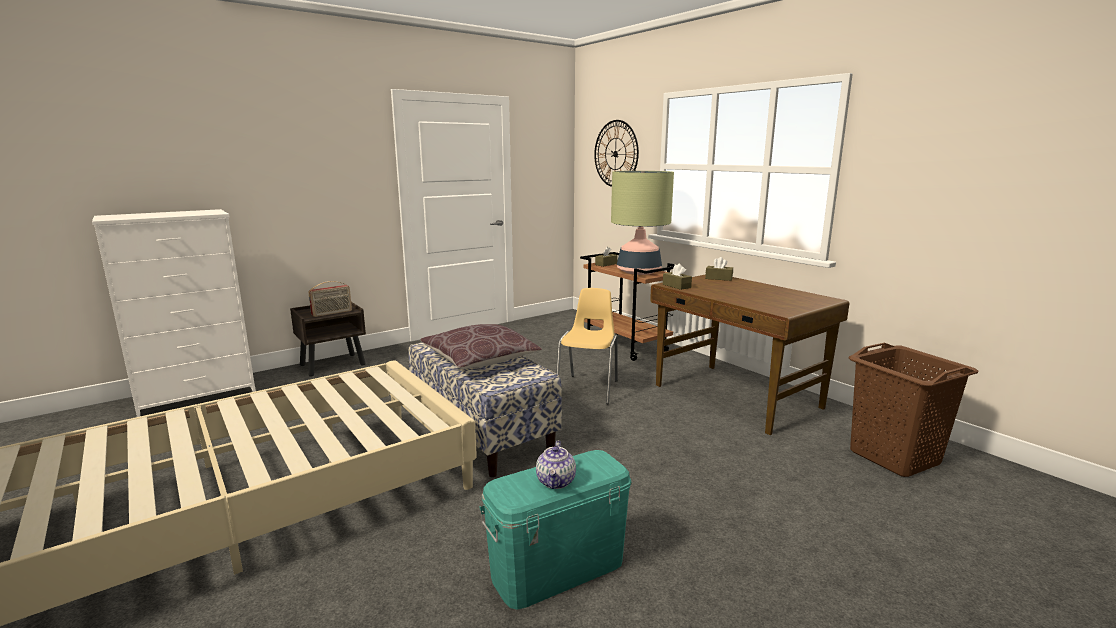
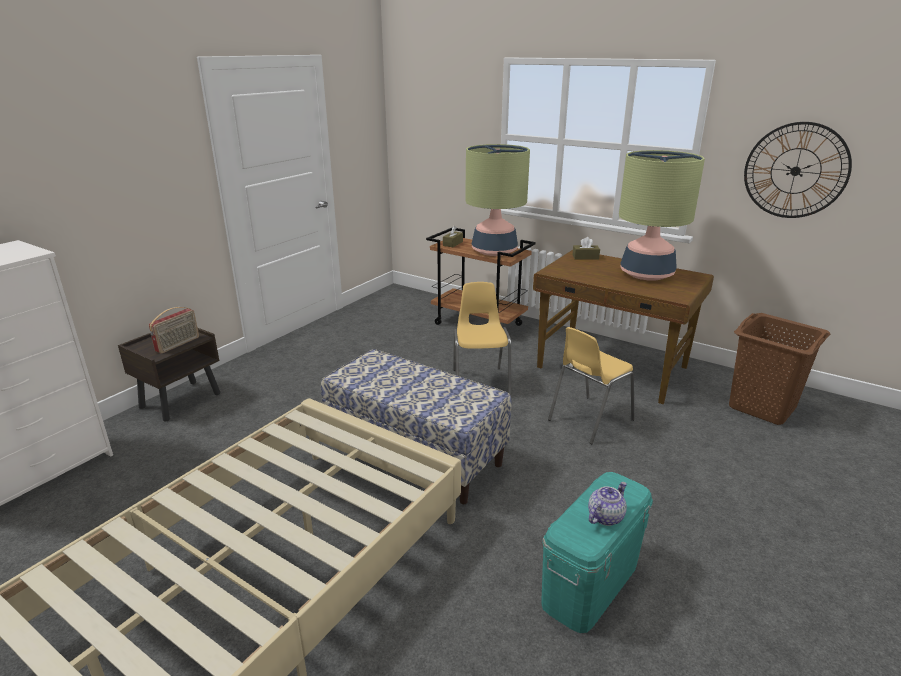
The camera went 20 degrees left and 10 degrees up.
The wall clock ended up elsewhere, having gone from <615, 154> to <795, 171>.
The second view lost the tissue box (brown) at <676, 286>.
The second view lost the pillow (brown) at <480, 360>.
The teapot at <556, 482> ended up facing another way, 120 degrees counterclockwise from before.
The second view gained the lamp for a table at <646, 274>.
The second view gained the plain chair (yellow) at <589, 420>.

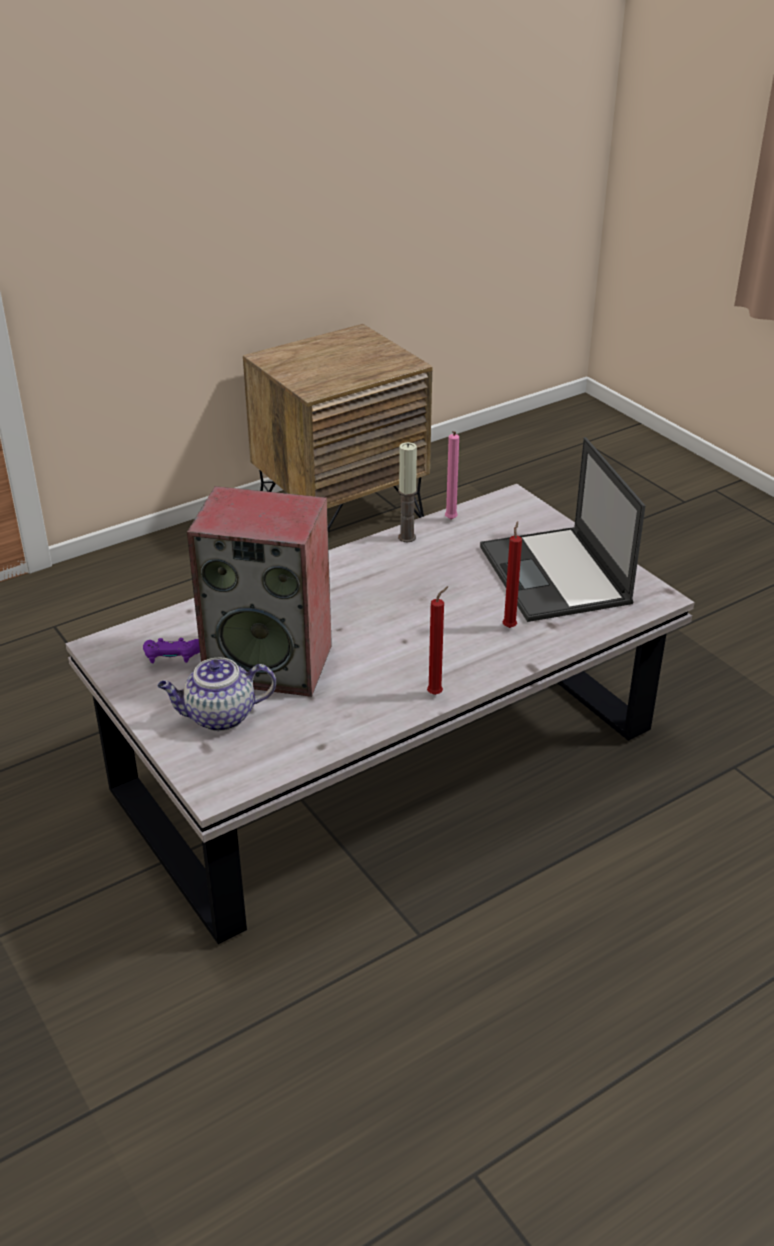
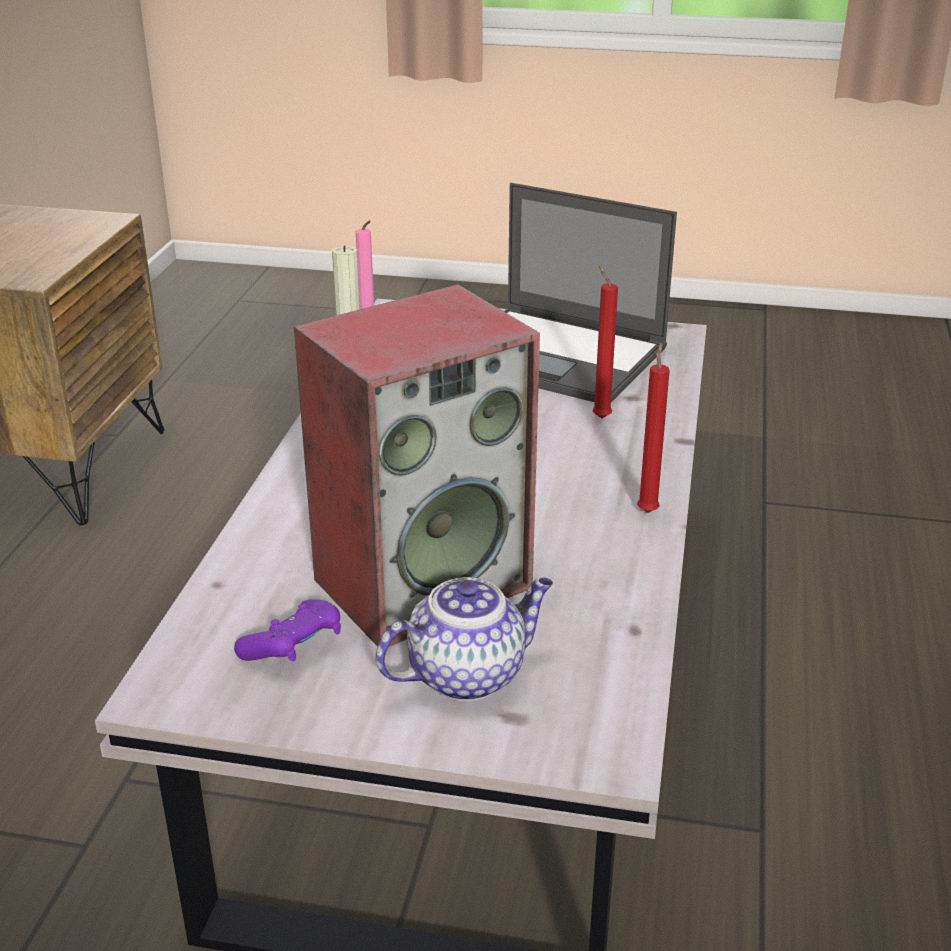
The camera went 45 degrees left and 5 degrees down.
The teapot at <219, 717> ended up facing another way, 150 degrees counterclockwise from before.

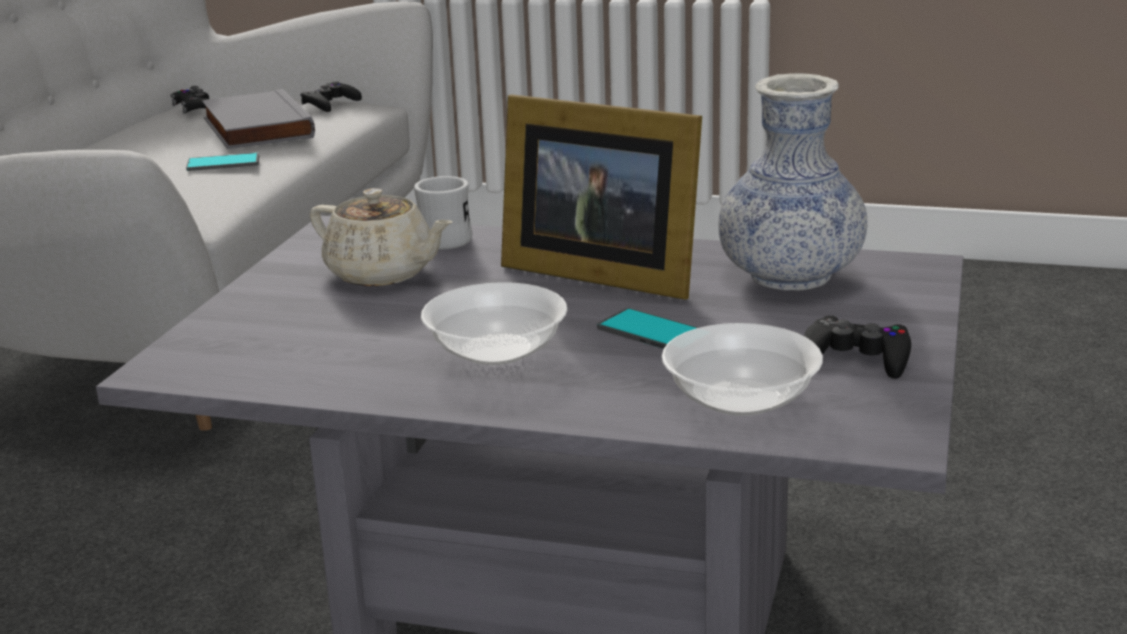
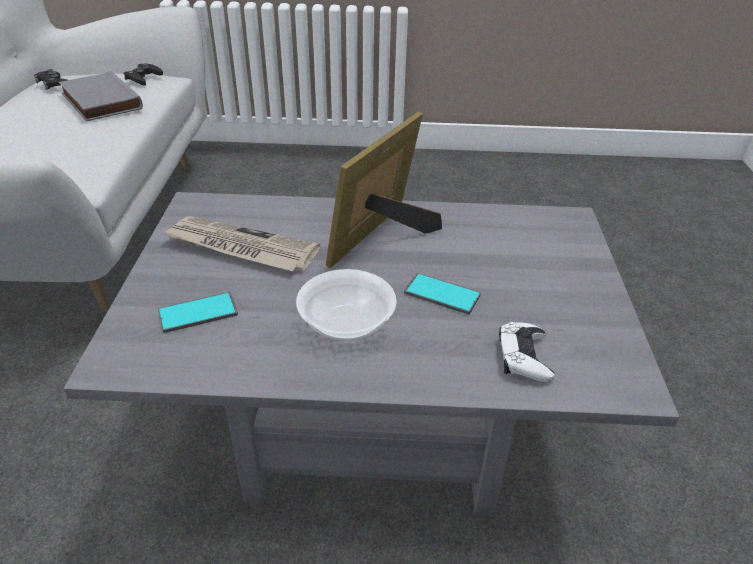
The camera went 15 degrees left and 15 degrees up.
The second view lost the decorative vase at <790, 276>.
The standing frame at <598, 272> ended up facing another way, 105 degrees clockwise from before.
The phone ended up elsewhere, having gone from <223, 163> to <198, 313>.
The second view lost the tea mug (white-coloured) at <444, 238>.
Where the teapot (beige) stood at <382, 273>, the printed paper came to stand at <240, 248>.
The second view lost the game controller (black) at <856, 358>.
Where the serving bowl stood at <740, 400>, the game controller (white-coloured) came to stand at <524, 357>.

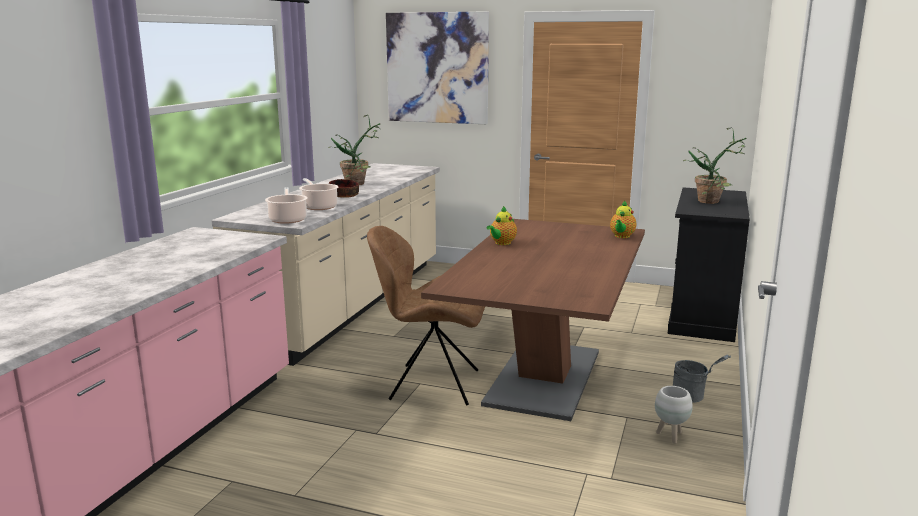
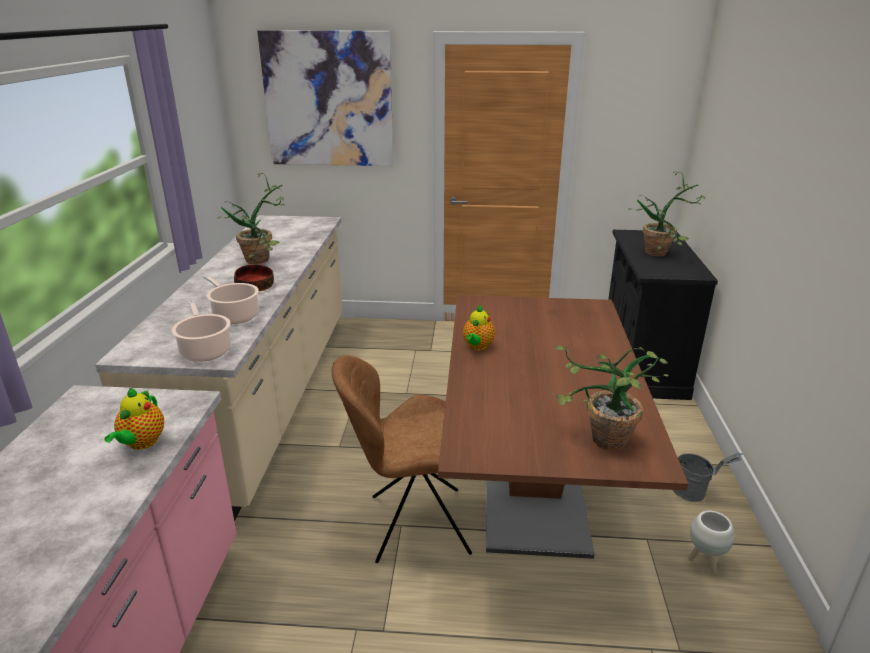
The camera went 15 degrees left and 10 degrees up.
The teapot ended up elsewhere, having gone from <621, 236> to <141, 443>.
The second view gained the plant in a pot at <600, 442>.

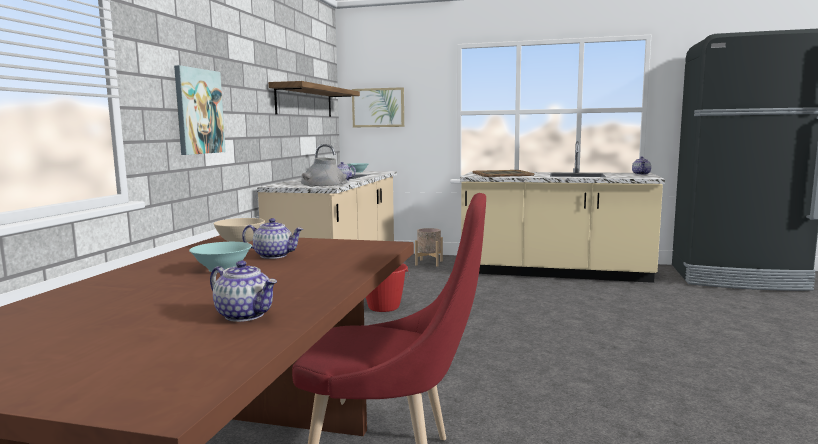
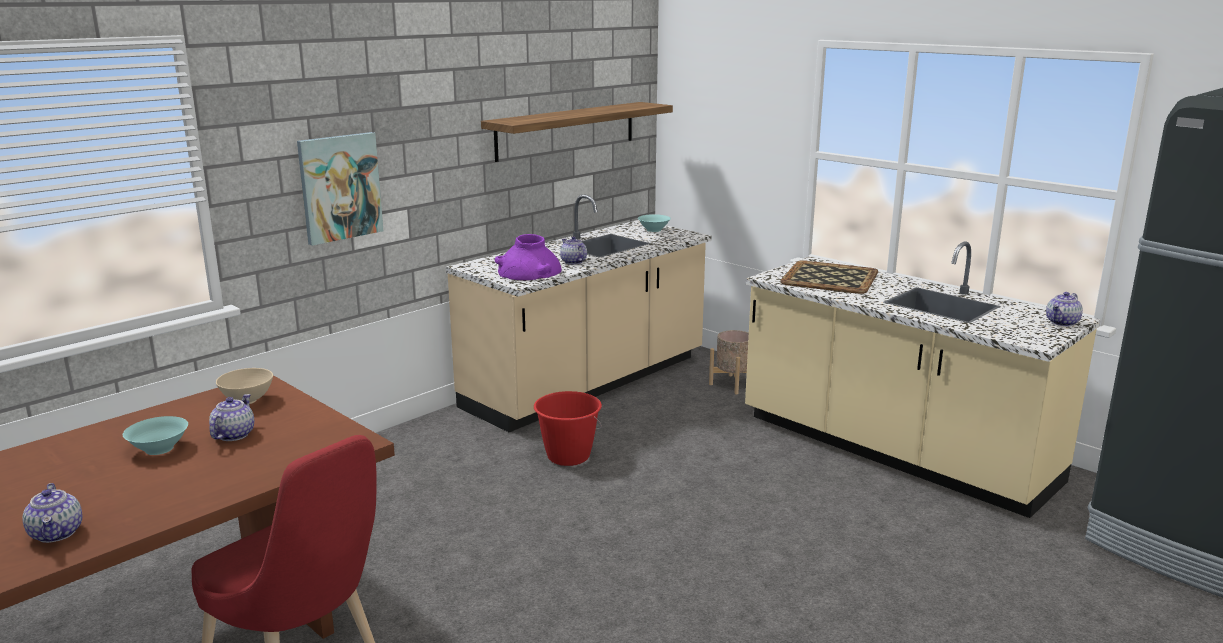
The camera went 30 degrees right and 10 degrees up.
The second view lost the wall art at <378, 107>.
What was the decorative vase (greyish) at <324, 184> turned into the decorative vase (purple) at <529, 272>.
The teapot at <274, 255> ended up facing another way, 120 degrees counterclockwise from before.

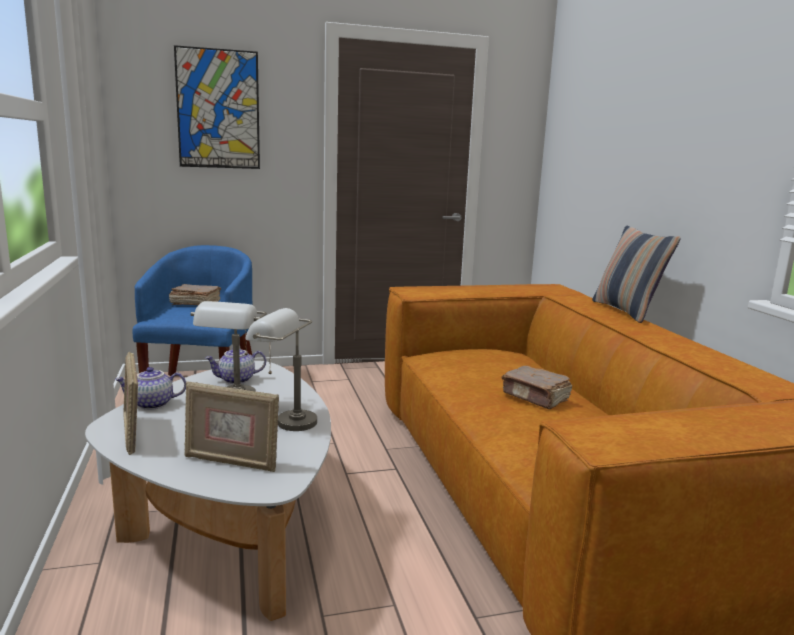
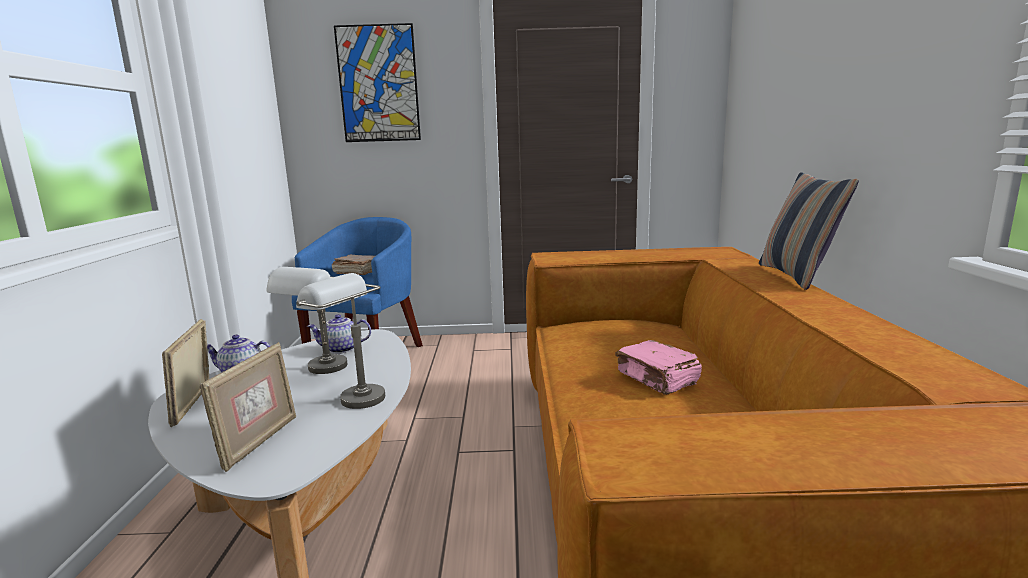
The camera went 15 degrees right and 0 degrees up.
What was the volume (brown) at <536, 397> turned into the volume (pinkish) at <657, 379>.
The standing frame at <231, 462> ended up facing another way, 105 degrees counterclockwise from before.

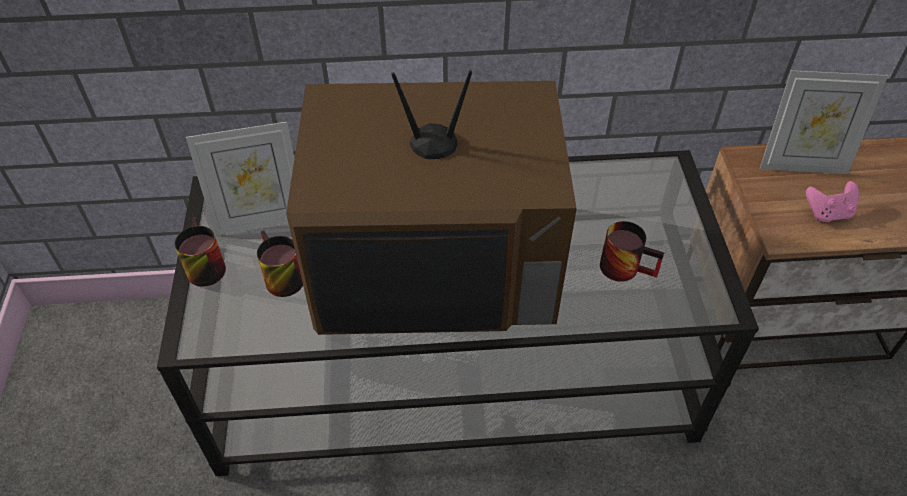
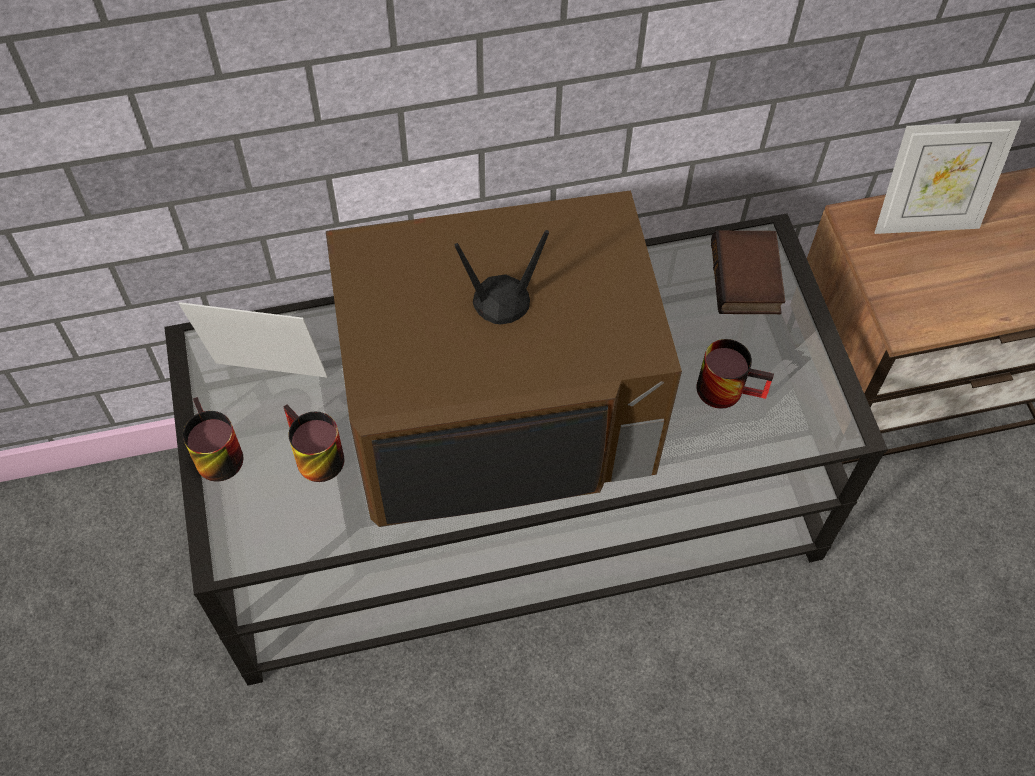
The camera went 10 degrees left and 10 degrees up.
The standing frame at <260, 220> ended up facing another way, 150 degrees counterclockwise from before.
The second view lost the game controller (pinkish) at <827, 213>.
The second view gained the volume at <748, 279>.

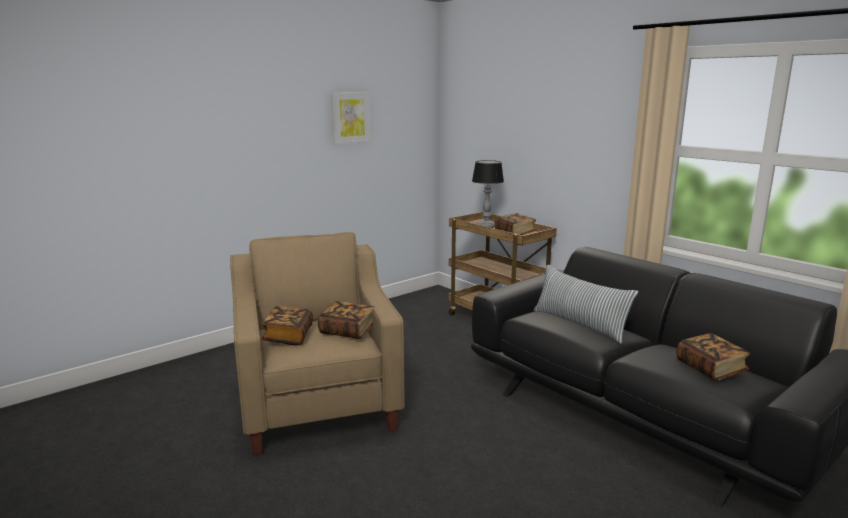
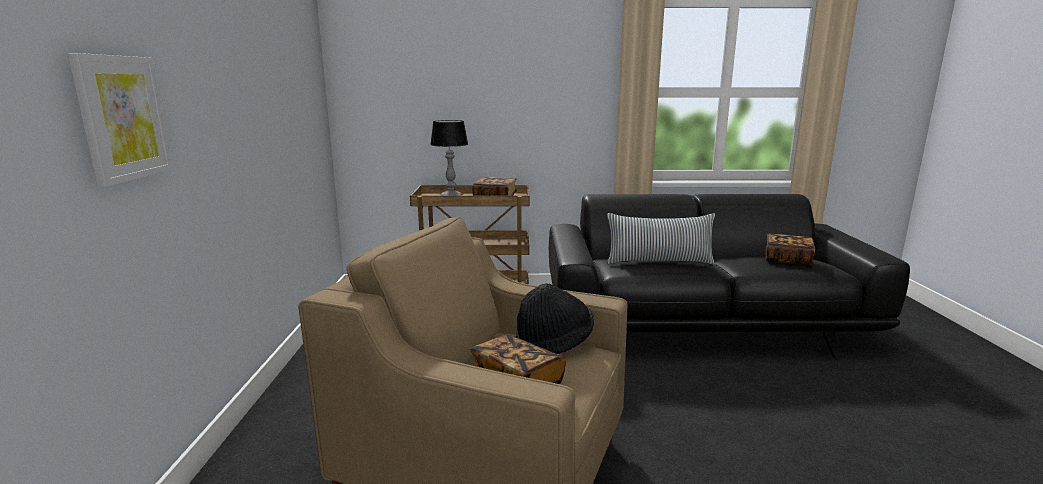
The camera went 50 degrees left and 0 degrees up.
The wall art ended up elsewhere, having gone from <350, 117> to <122, 118>.
Where the volume stood at <348, 331>, the wearable hat (black) came to stand at <553, 344>.

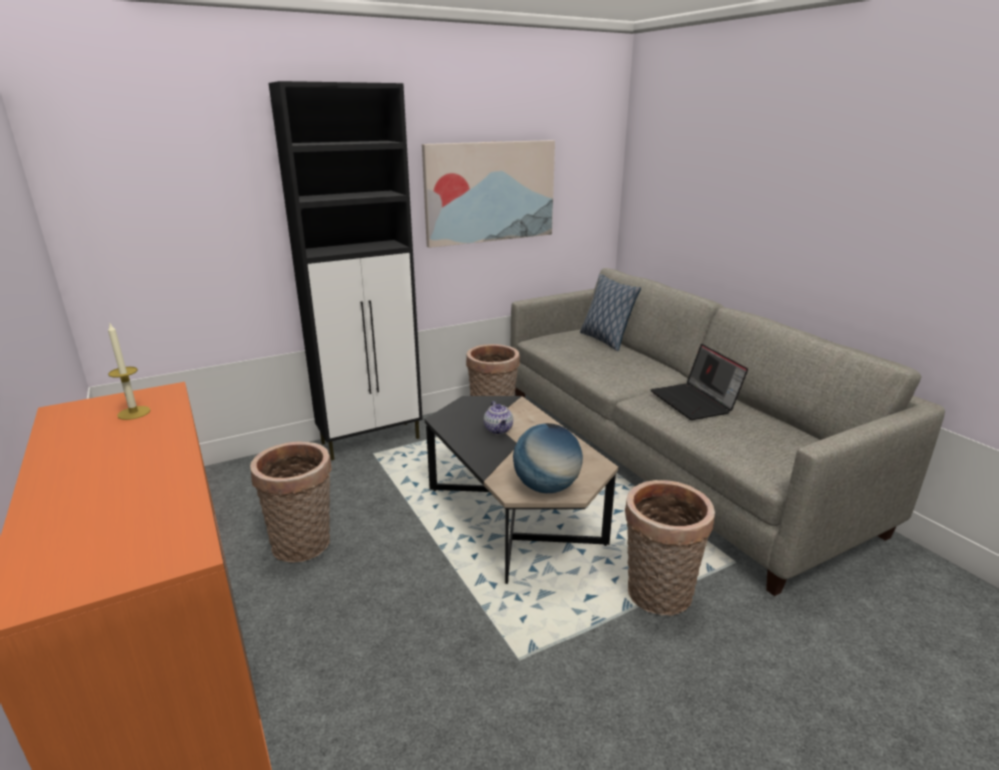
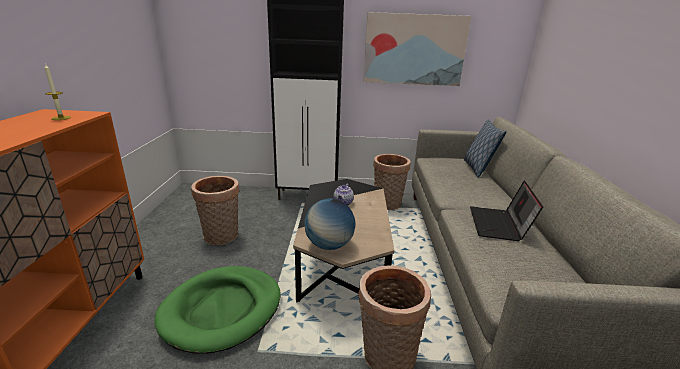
The camera went 30 degrees right and 0 degrees up.
The second view gained the dog cushion (greenish) at <222, 310>.

